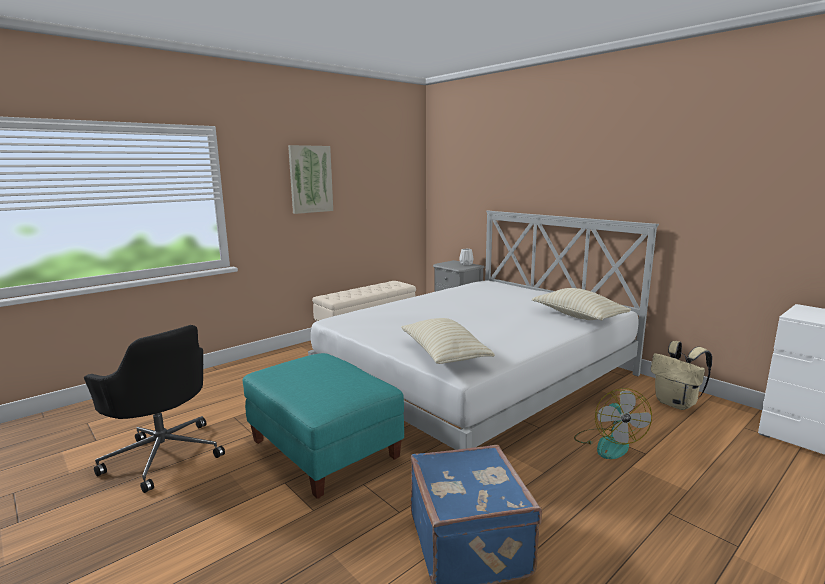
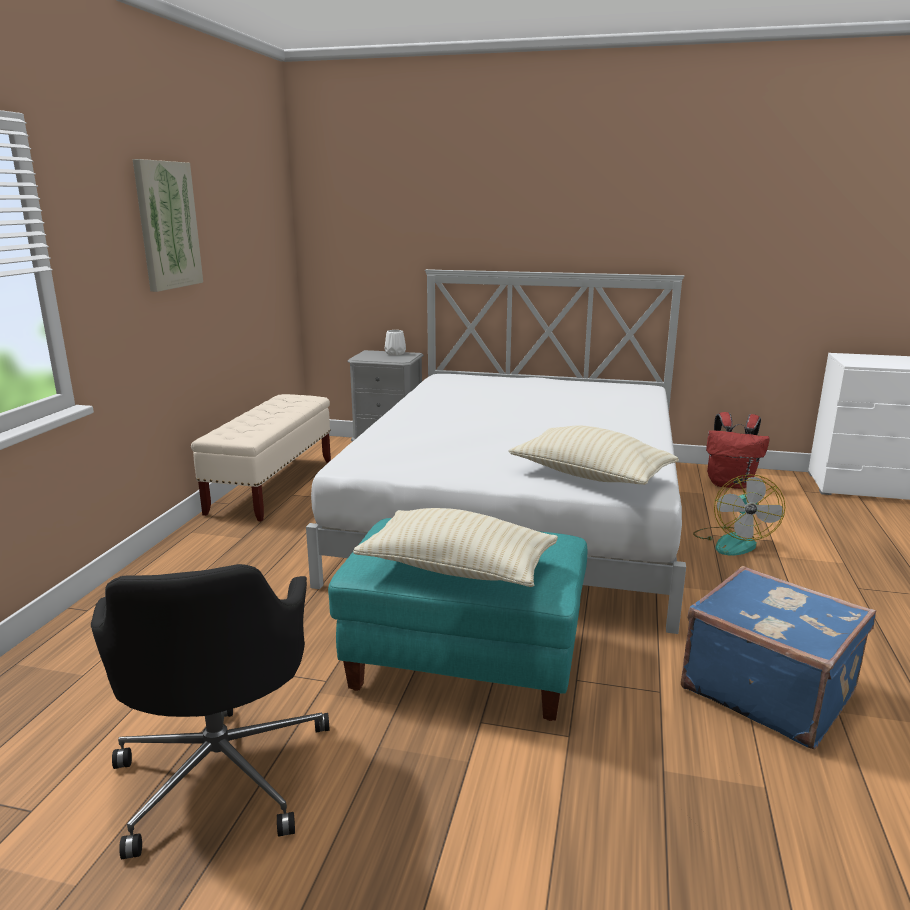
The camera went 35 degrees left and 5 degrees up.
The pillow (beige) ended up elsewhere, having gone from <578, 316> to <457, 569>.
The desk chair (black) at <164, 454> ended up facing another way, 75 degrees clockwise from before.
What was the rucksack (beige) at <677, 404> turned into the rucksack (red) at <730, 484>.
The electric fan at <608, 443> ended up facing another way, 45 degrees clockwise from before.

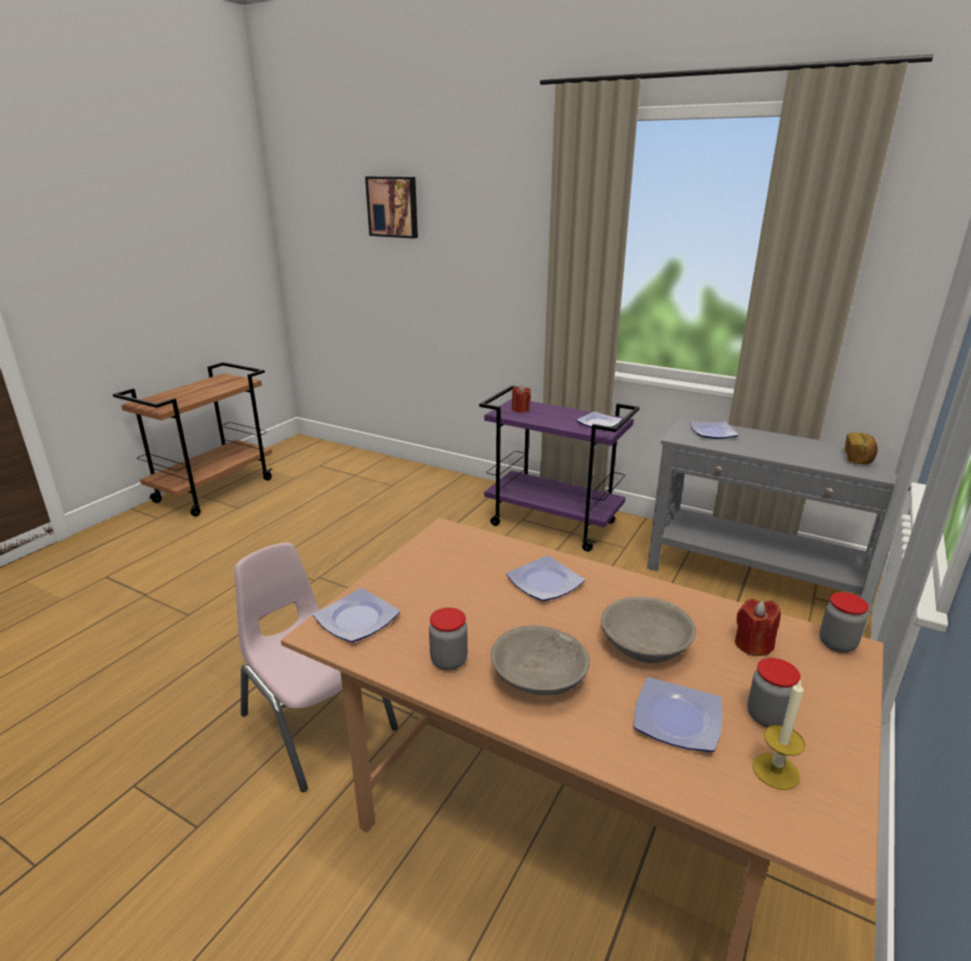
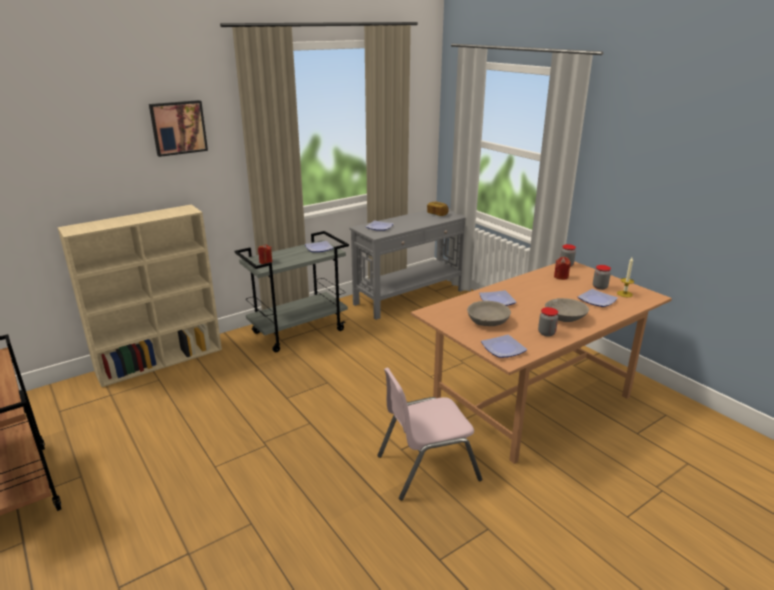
The camera went 65 degrees left and 0 degrees up.
The wall art ended up elsewhere, having gone from <393, 207> to <178, 127>.
What was the wheeled cart (purple) at <554, 523> turned into the wheeled cart (greyish) at <299, 331>.
The serving bowl (greyish) ended up elsewhere, having gone from <645, 645> to <488, 321>.
The second view gained the shelving unit (beige) at <161, 360>.

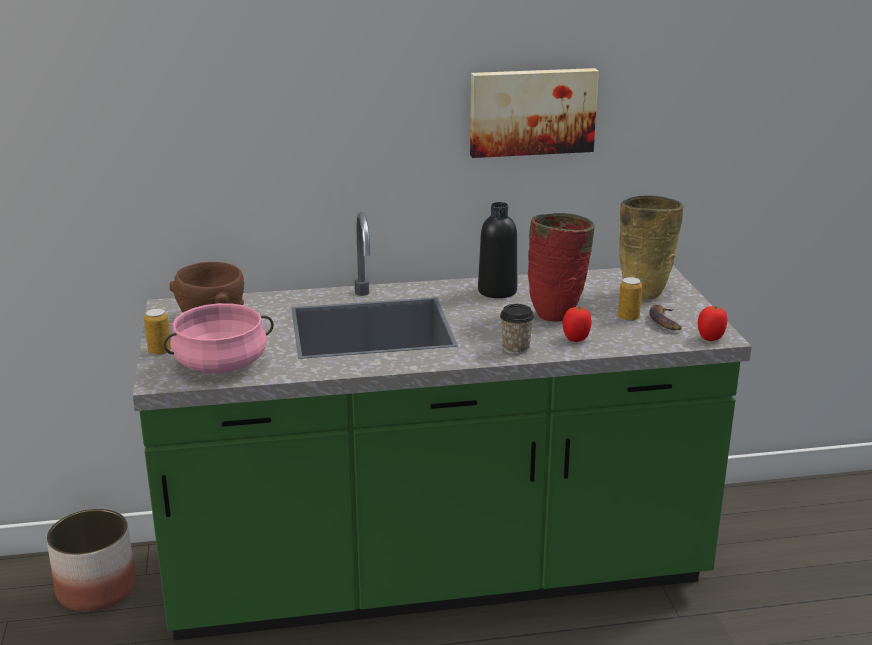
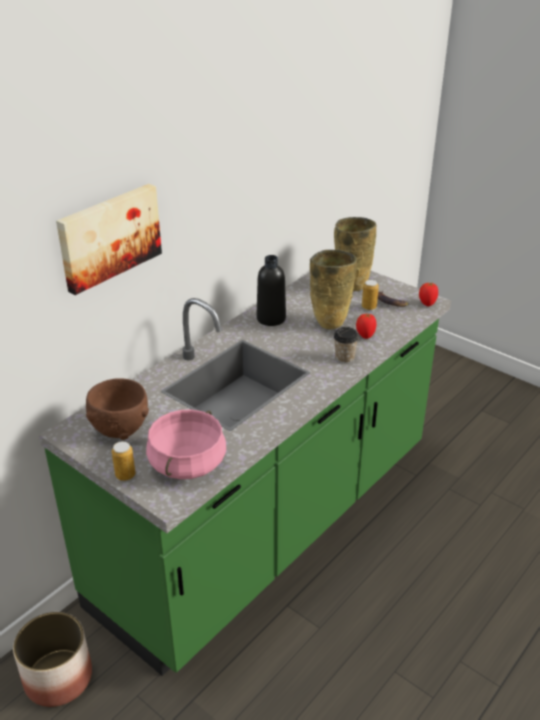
The camera went 40 degrees left and 10 degrees up.
The wall art ended up elsewhere, having gone from <532, 111> to <109, 236>.
What was the decorative vase (red) at <558, 315> turned into the decorative vase (beige) at <330, 322>.

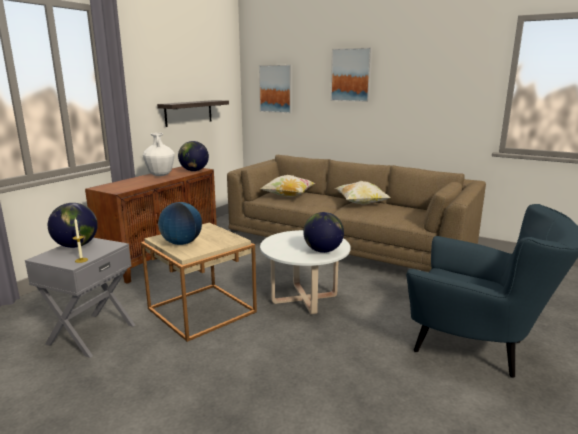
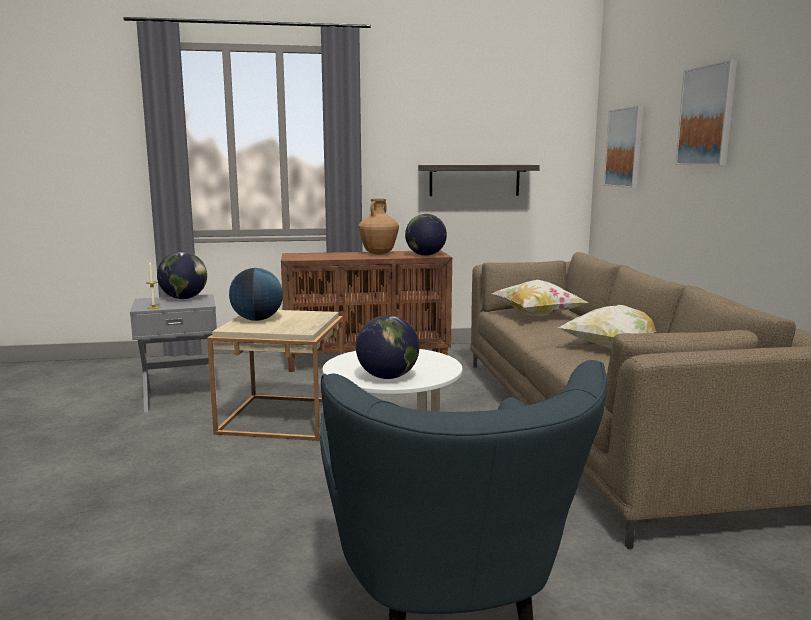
The camera went 50 degrees right and 5 degrees down.
What was the decorative vase (white-coloured) at <160, 175> turned into the decorative vase (brown) at <379, 254>.

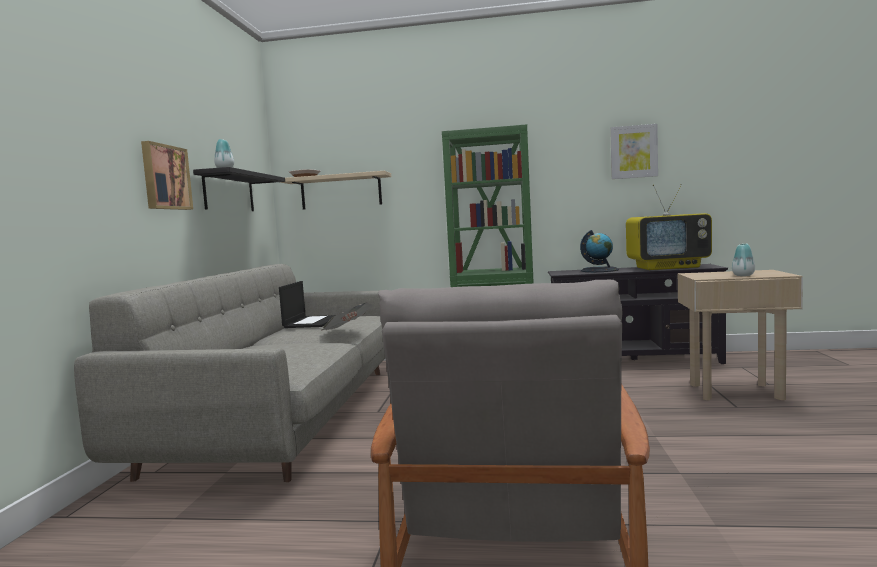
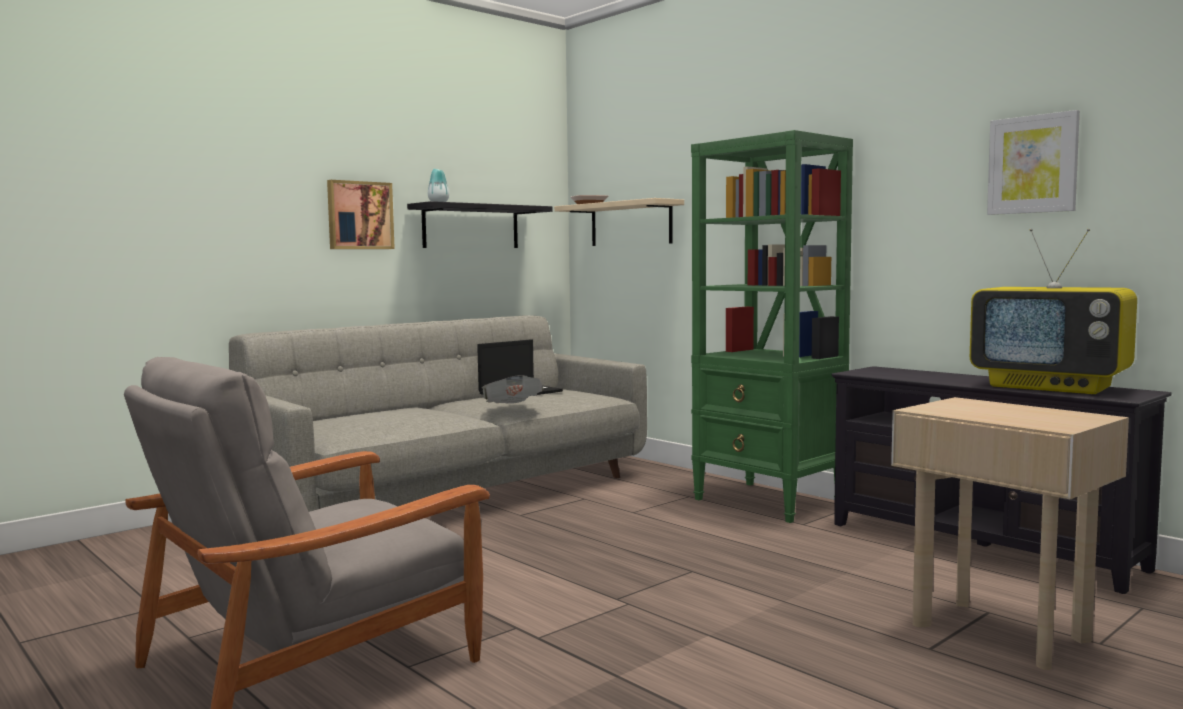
The camera went 40 degrees right and 0 degrees up.
The second view lost the desk globe at <599, 270>.
The second view lost the decorative vase at <743, 275>.

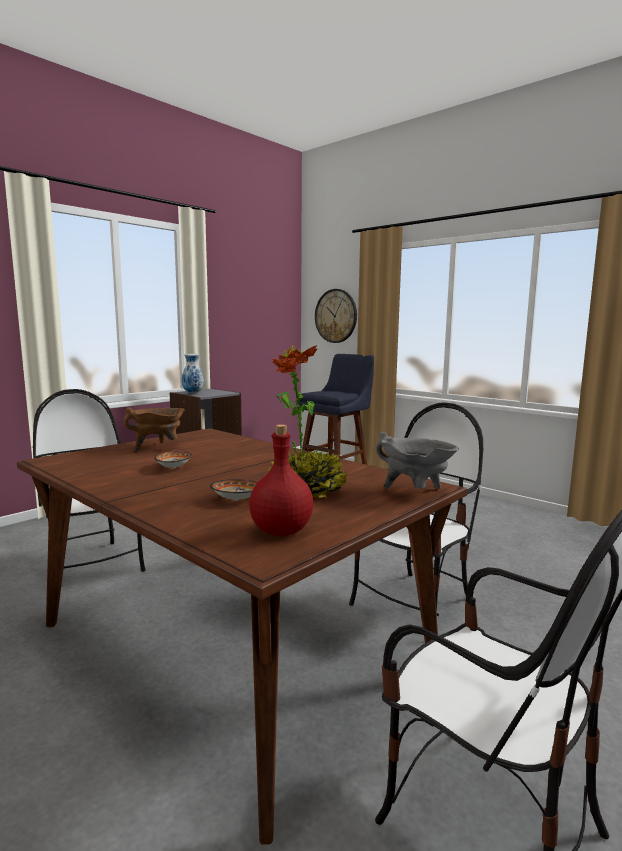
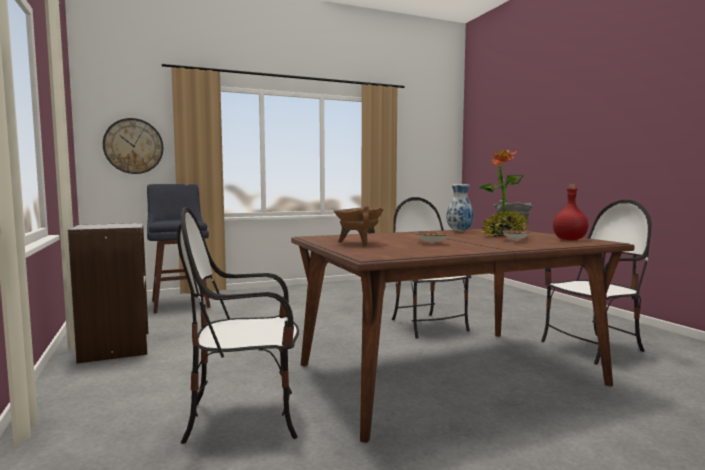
The camera went 65 degrees left and 5 degrees down.
The decorative vase ended up elsewhere, having gone from <192, 393> to <459, 231>.

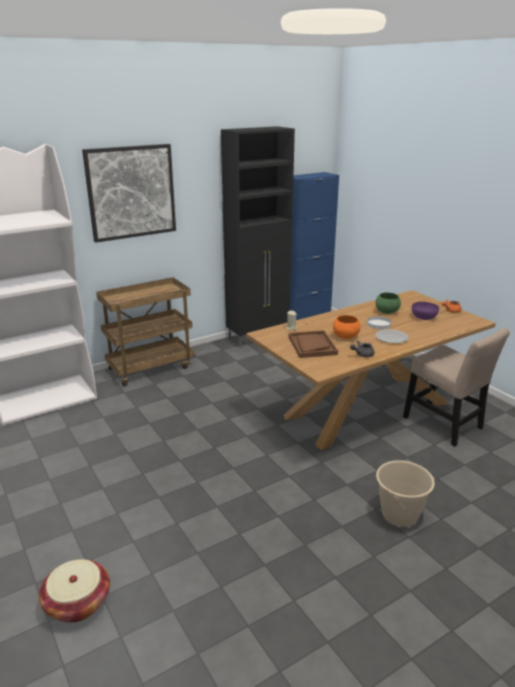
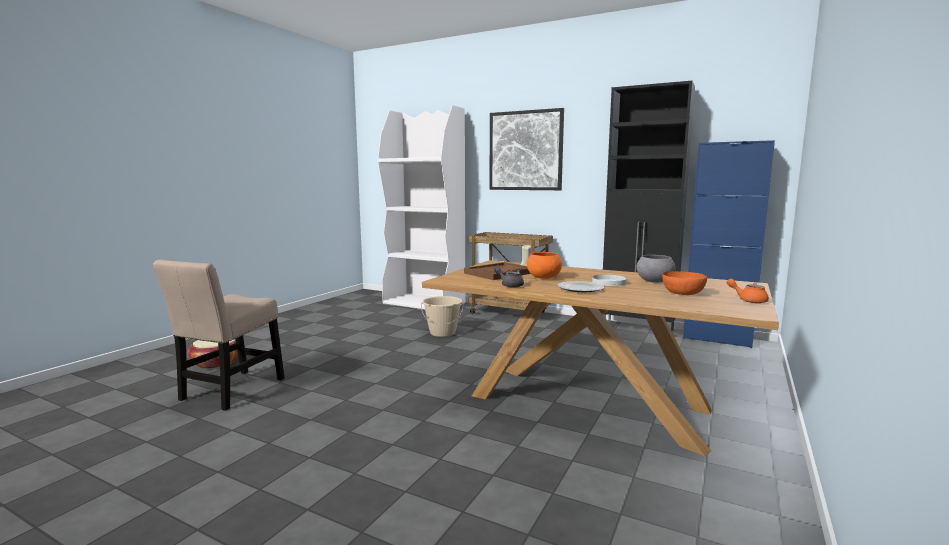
The camera went 60 degrees right and 15 degrees down.
What was the serving bowl (greenish) at <386, 312> turned into the serving bowl (greyish) at <654, 281>.
What was the serving bowl (purple) at <423, 317> turned into the serving bowl (orange-coloured) at <682, 293>.
The plain chair (beige) ended up elsewhere, having gone from <445, 425> to <230, 391>.
The water bucket (beige) ended up elsewhere, having gone from <399, 514> to <442, 333>.

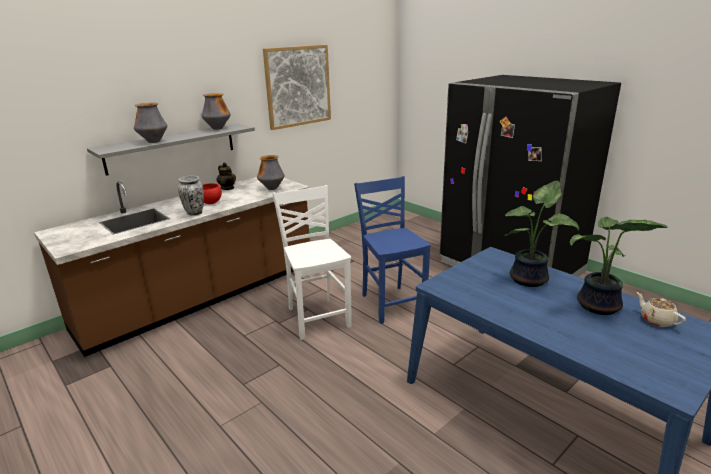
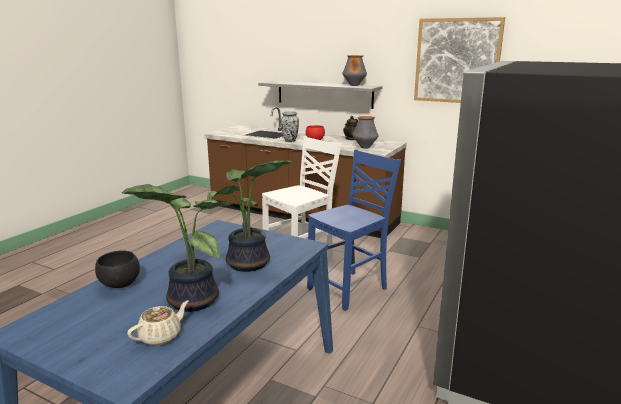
The camera went 70 degrees right and 5 degrees down.
The second view lost the decorative vase at <153, 142>.
The second view gained the serving bowl (black) at <121, 285>.

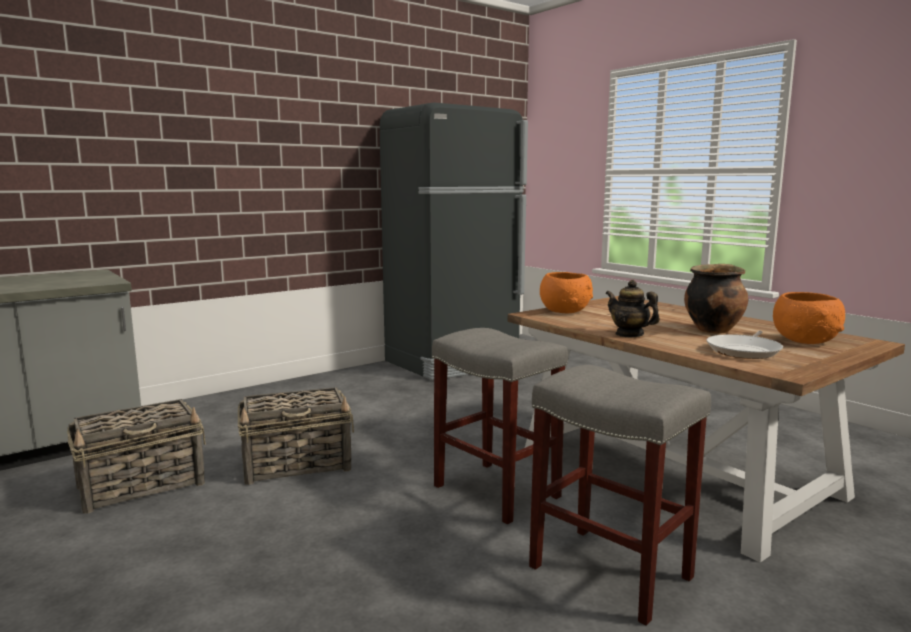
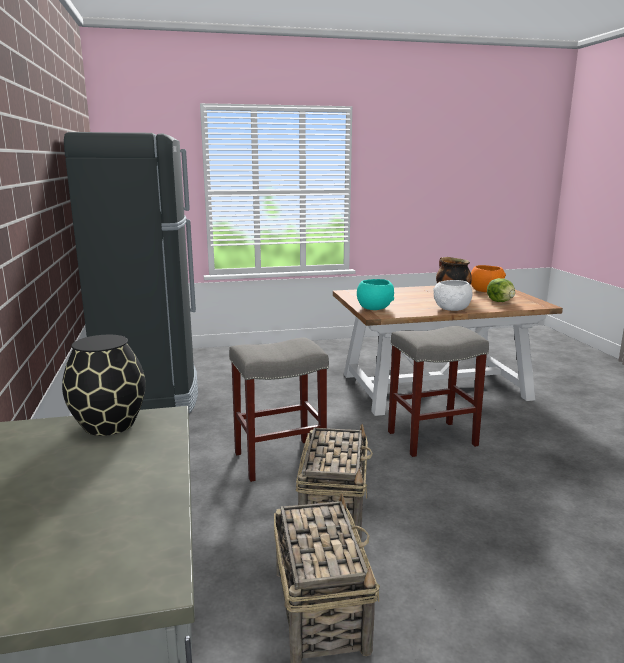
The camera went 65 degrees left and 5 degrees up.
What was the serving bowl (orange-coloured) at <566, 311> turned into the serving bowl (blue-green) at <374, 308>.
Where the teapot stood at <629, 334>, the serving bowl (white-coloured) came to stand at <451, 309>.
Where the frying pan stood at <744, 351>, the head of lettuce came to stand at <500, 301>.
The stool seat (greyish) ended up elsewhere, having gone from <607, 572> to <278, 460>.
The second view gained the decorative vase (black) at <110, 425>.

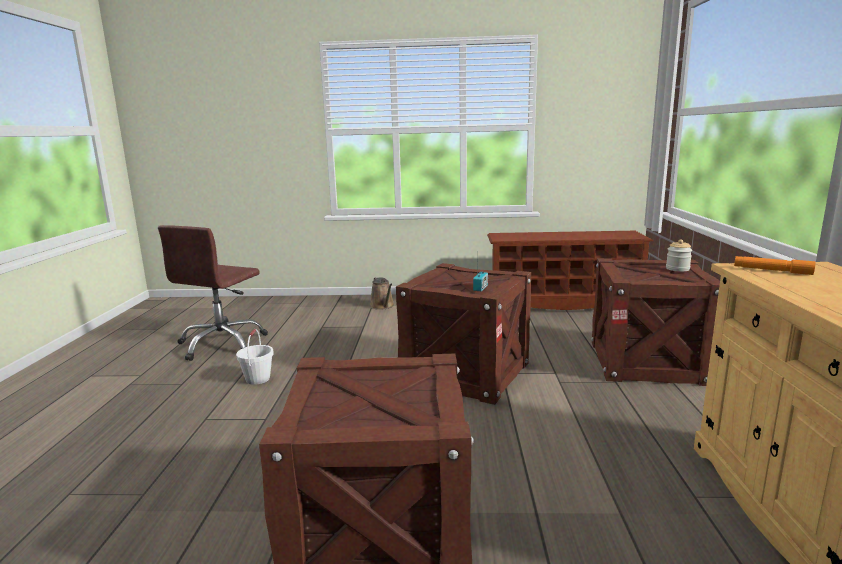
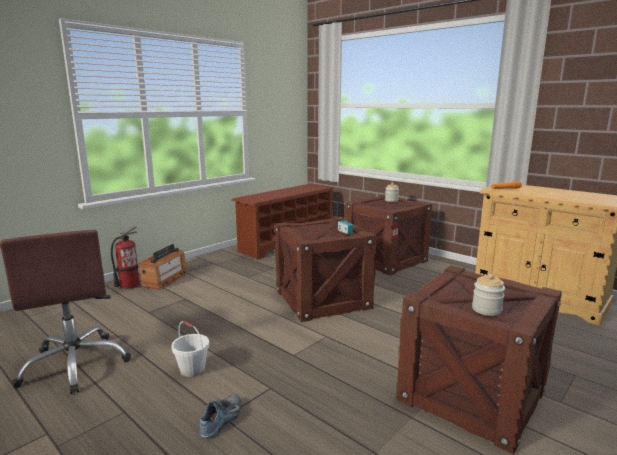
The camera went 50 degrees left and 0 degrees up.
Where the watering pot (brown) stood at <383, 306>, the radio receiver came to stand at <165, 280>.
The second view gained the extinguisher at <129, 285>.
The second view gained the storage jar at <486, 310>.
The second view gained the shoe at <222, 420>.

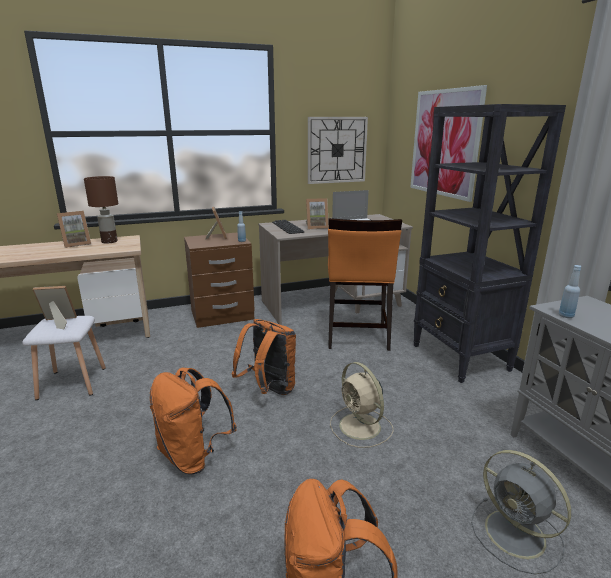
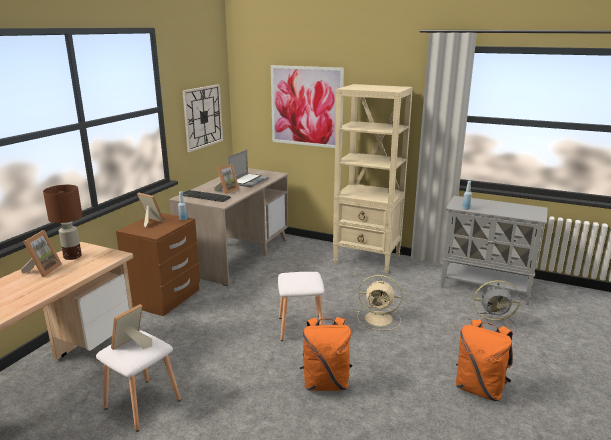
The camera went 45 degrees left and 0 degrees up.
What was the shelving unit (black) at <460, 358> turned into the shelving unit (beige) at <367, 259>.
The second view lost the plain chair (orange-coloured) at <357, 335>.
Where the rucksack (orange-coloured) stood at <268, 390>, the stool seat (white-coloured) came to stand at <300, 328>.

